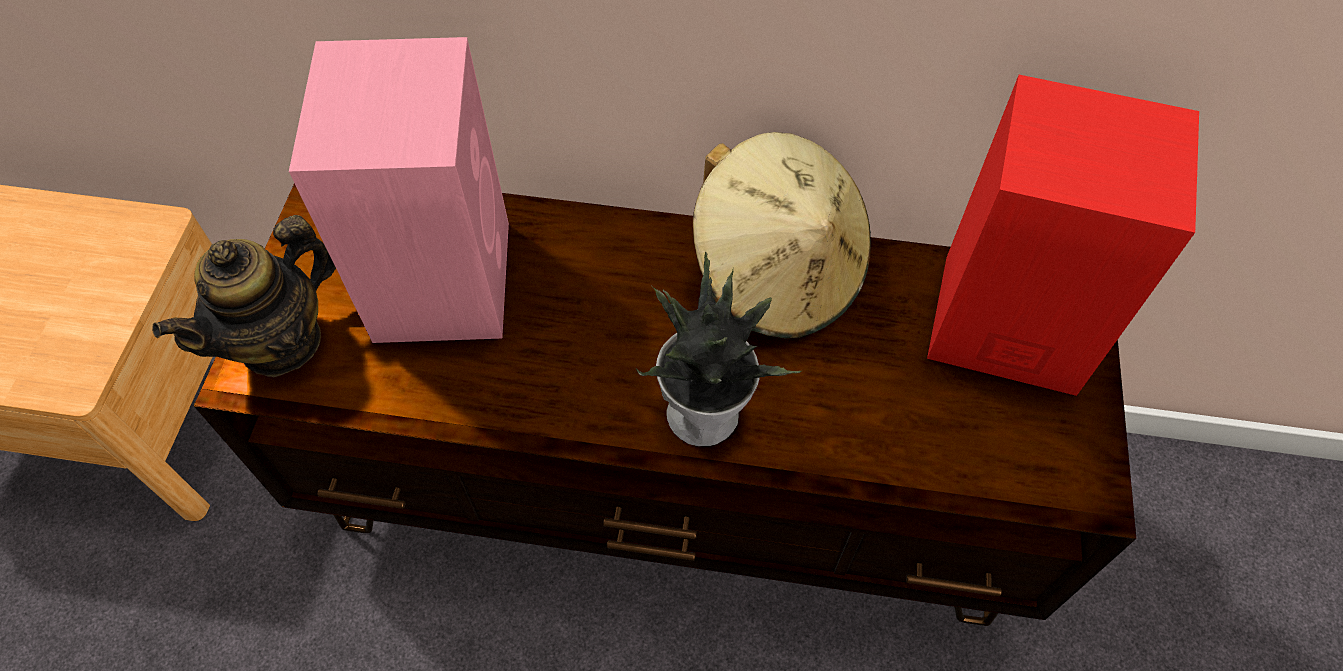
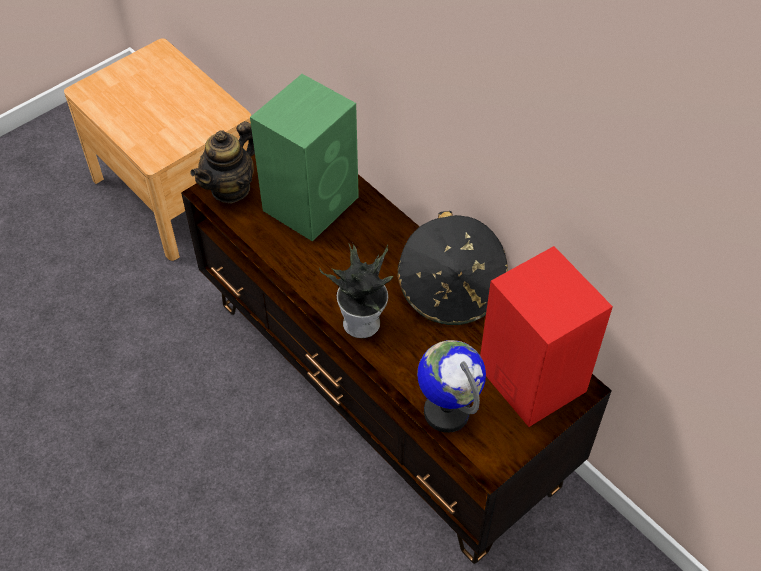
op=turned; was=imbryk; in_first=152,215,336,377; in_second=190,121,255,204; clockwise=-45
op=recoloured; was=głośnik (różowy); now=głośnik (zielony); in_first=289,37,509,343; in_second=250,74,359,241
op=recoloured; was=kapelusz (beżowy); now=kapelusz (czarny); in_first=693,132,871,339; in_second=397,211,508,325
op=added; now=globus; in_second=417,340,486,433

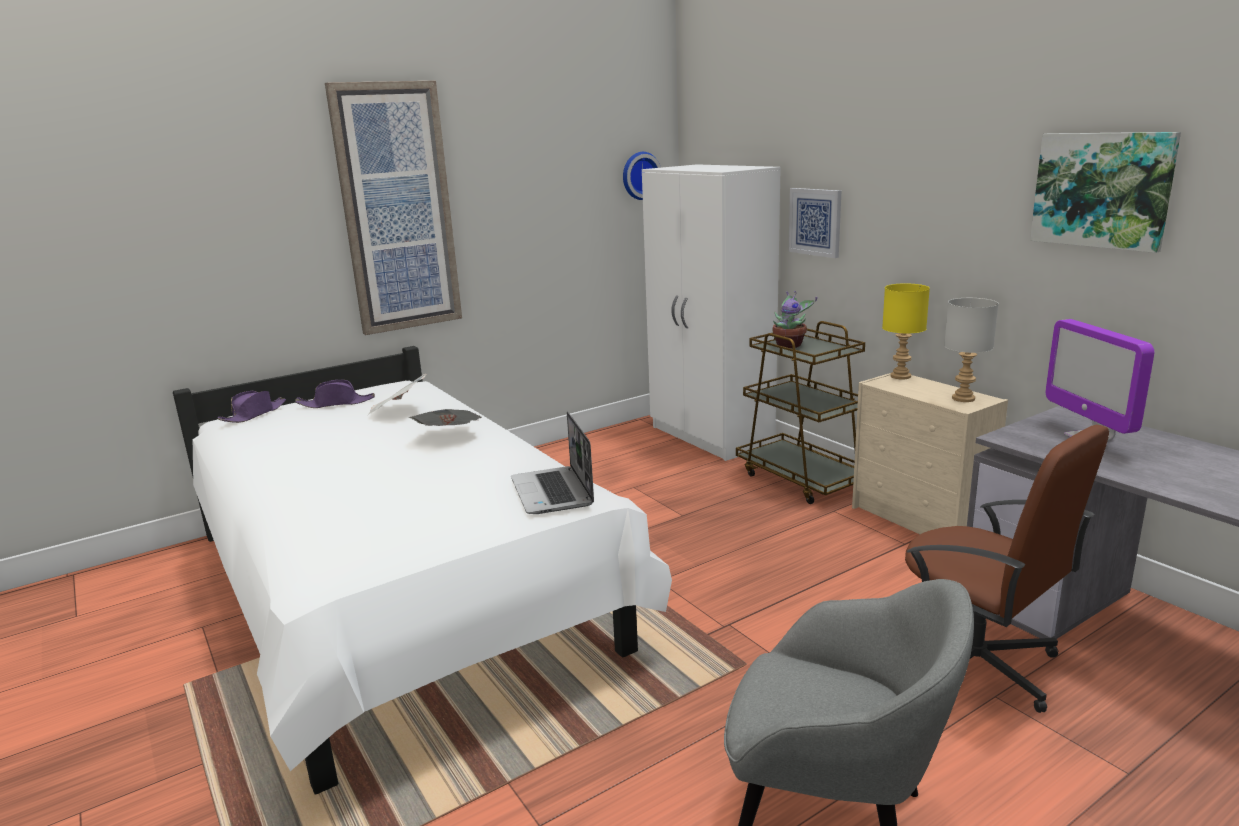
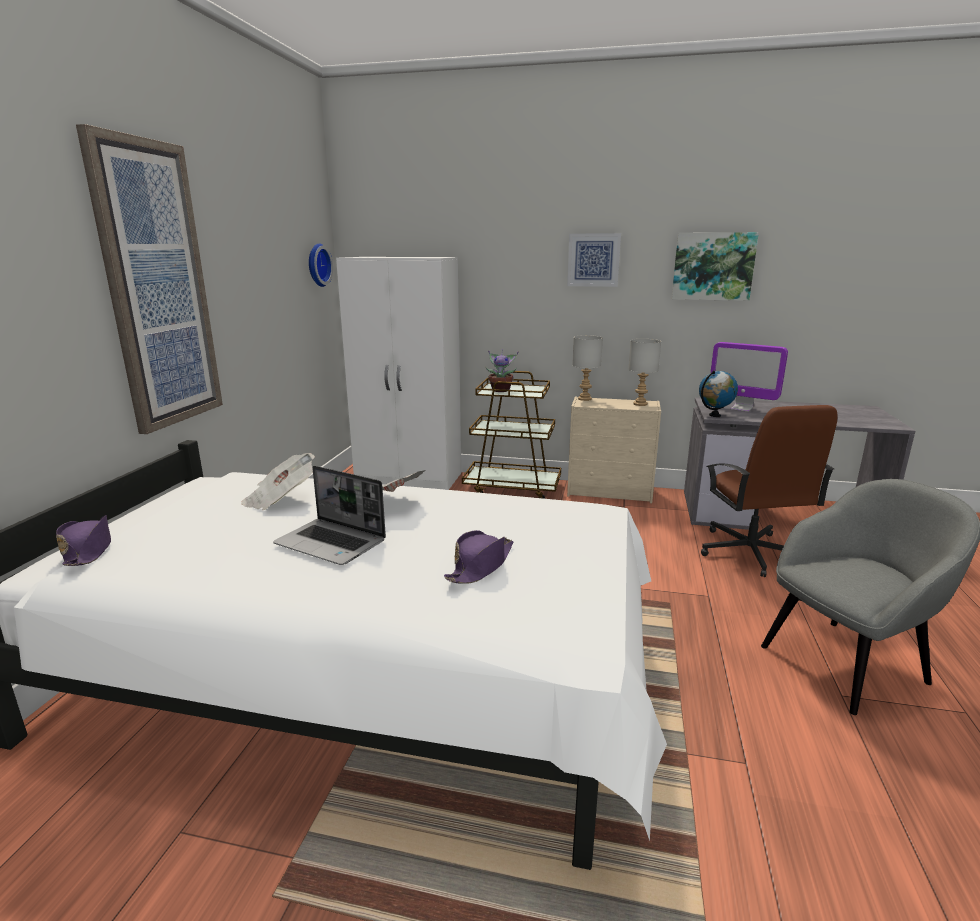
op=moved; was=laptop; in_first=511,411,594,514; in_second=273,466,386,565
op=moved; was=kapelusz (fioletowy); in_first=296,380,375,408; in_second=444,530,513,584
op=moved; was=obraz; in_first=789,188,841,258; in_second=567,233,621,287
op=recoloured; was=lampa stołowa (żółty); now=lampa stołowa (szary); in_first=882,283,930,379; in_second=572,335,603,401
op=added; now=globus; in_second=699,370,738,417
op=turned; was=krzesło biurowe (brązowy); in_first=905,424,1109,713; in_second=701,405,838,577; clockwise=75

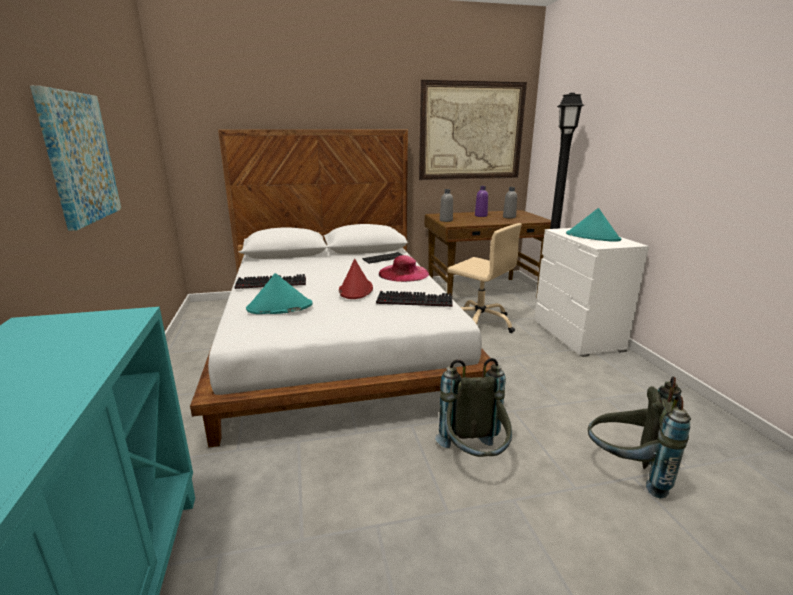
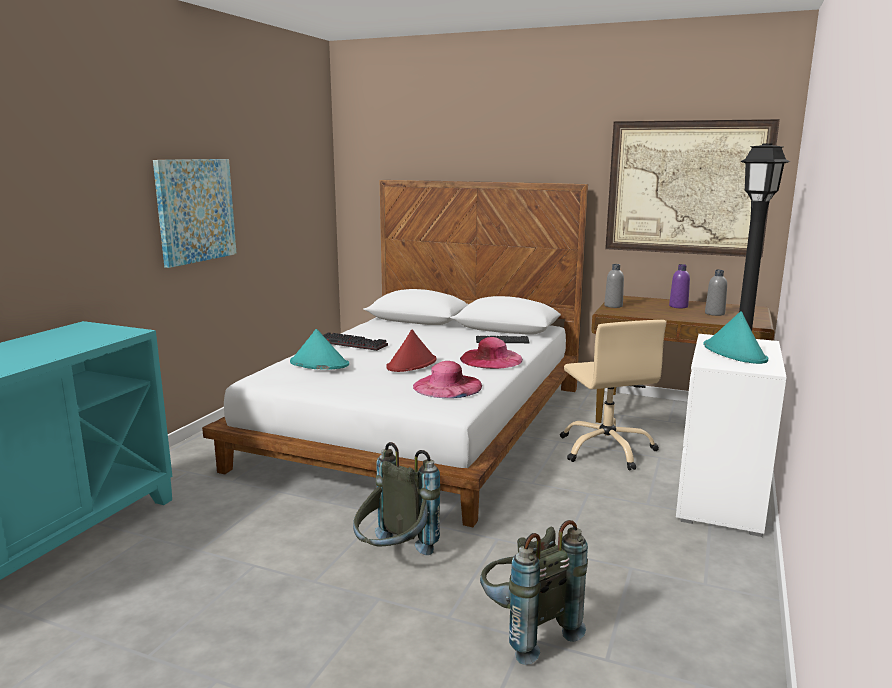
op=replaced; was=klawiatura; now=kapelusz (różowy); in_first=376,291,452,307; in_second=413,361,482,398

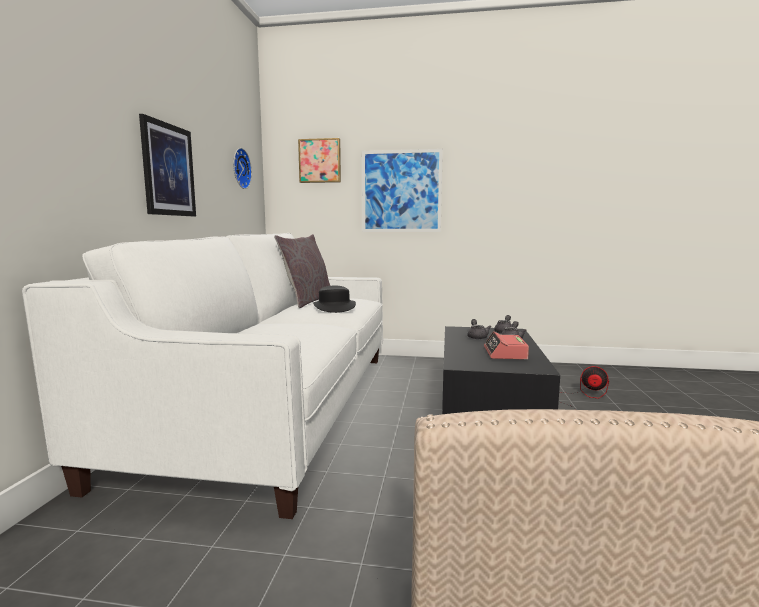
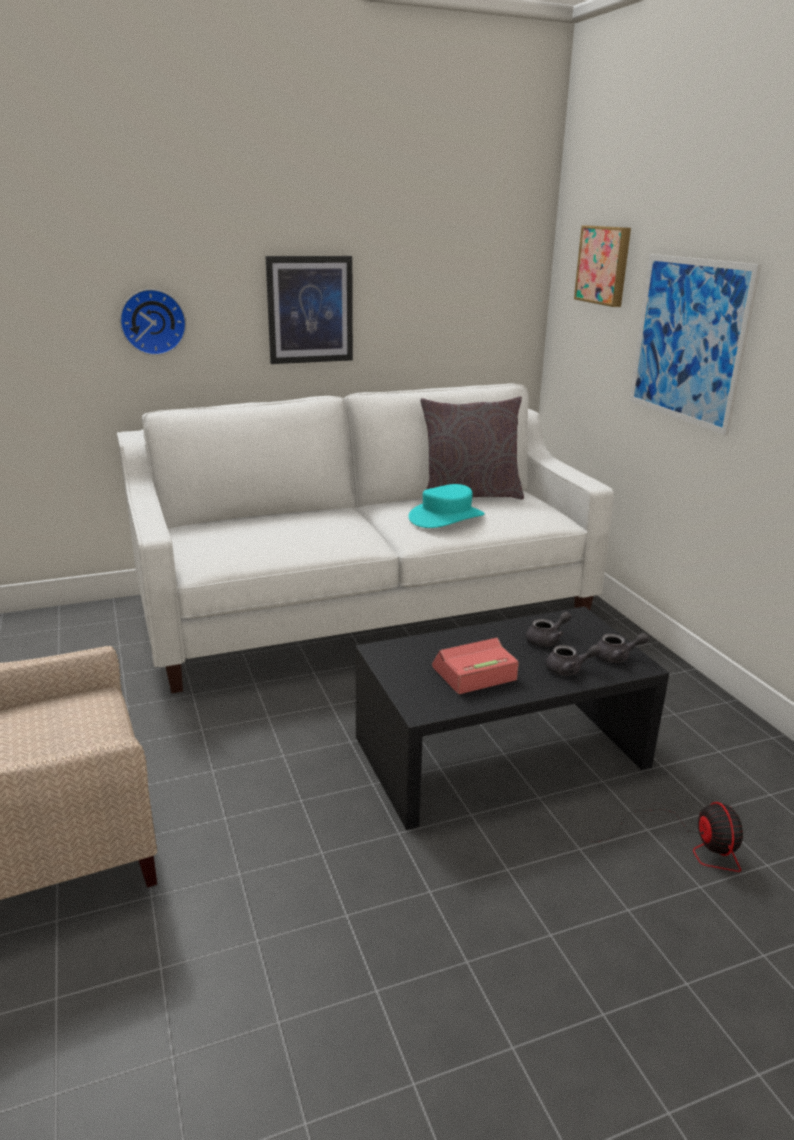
op=moved; was=zegar ścienny; in_first=233,148,252,189; in_second=120,289,186,355
op=recoloured; was=kapelusz (czarny); now=kapelusz (turkusowy); in_first=313,286,356,313; in_second=409,484,485,528

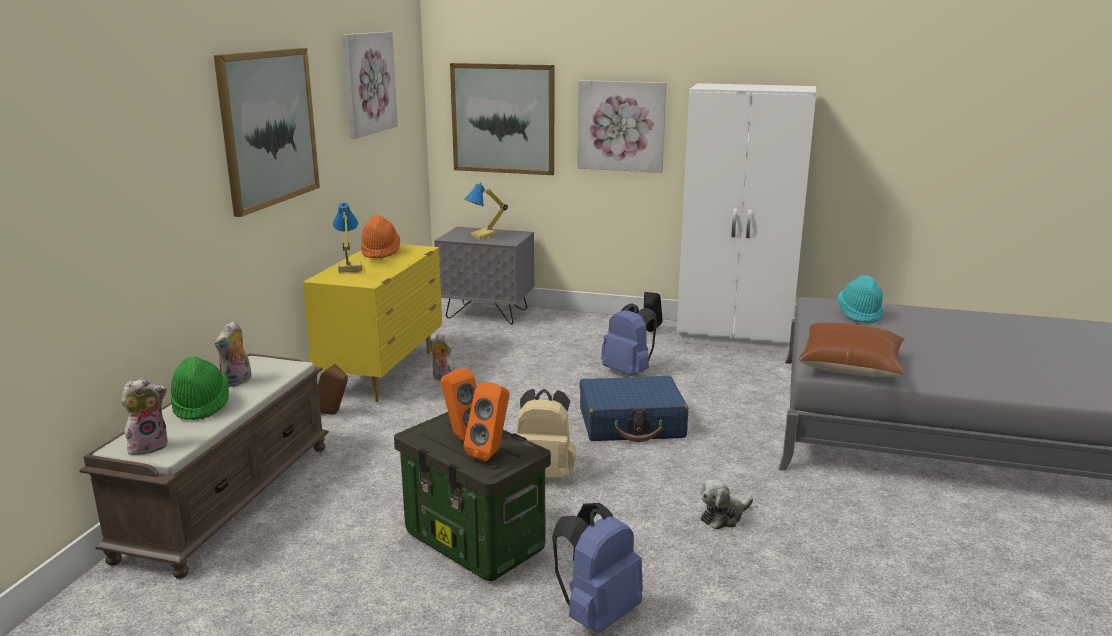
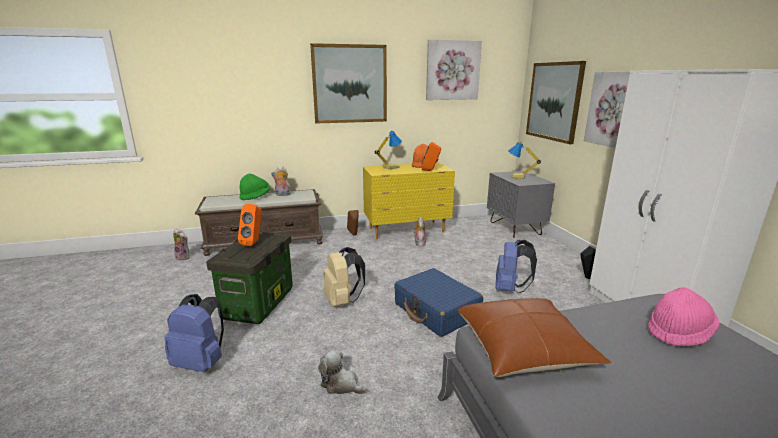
op=moved; was=pluszak; in_first=121,378,168,455; in_second=173,229,190,261
op=moved; was=głośnik (pomarańczowy); in_first=464,382,509,461; in_second=420,142,441,171
op=recoloured; was=kapelusz (turkusowy); now=kapelusz (różowy); in_first=838,275,884,323; in_second=648,287,720,346

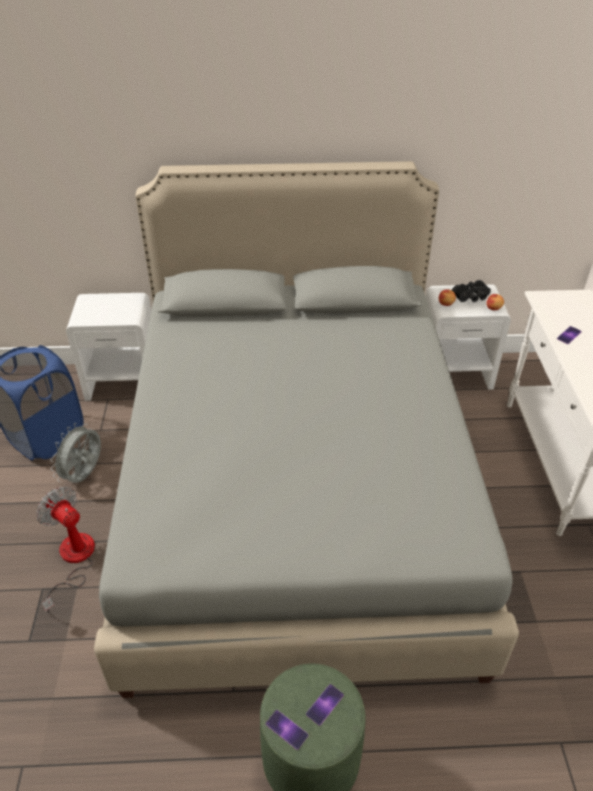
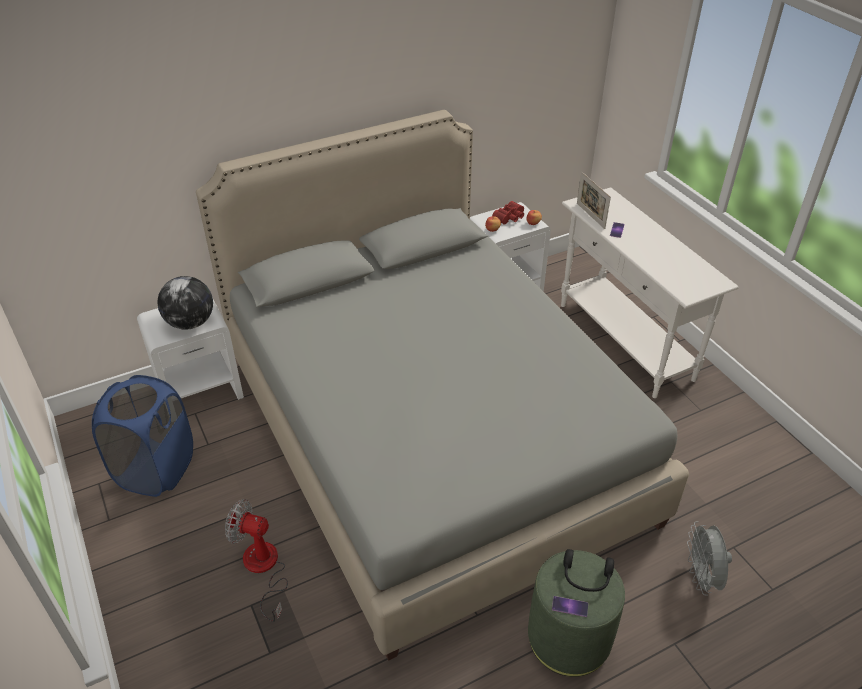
op=added; now=globus; in_second=157,276,213,330
op=recoloured; was=lornetka (czarny); now=lornetka (czerwony); in_first=452,280,491,302; in_second=492,201,524,225
op=replaced; was=telefon; now=słuchawki (czarny); in_first=306,684,344,726; in_second=563,549,614,592
op=added; now=ramka na zdjęcie; in_second=577,172,611,229
op=moved; was=wentylator (szary); in_first=50,423,101,483; in_second=687,522,732,596

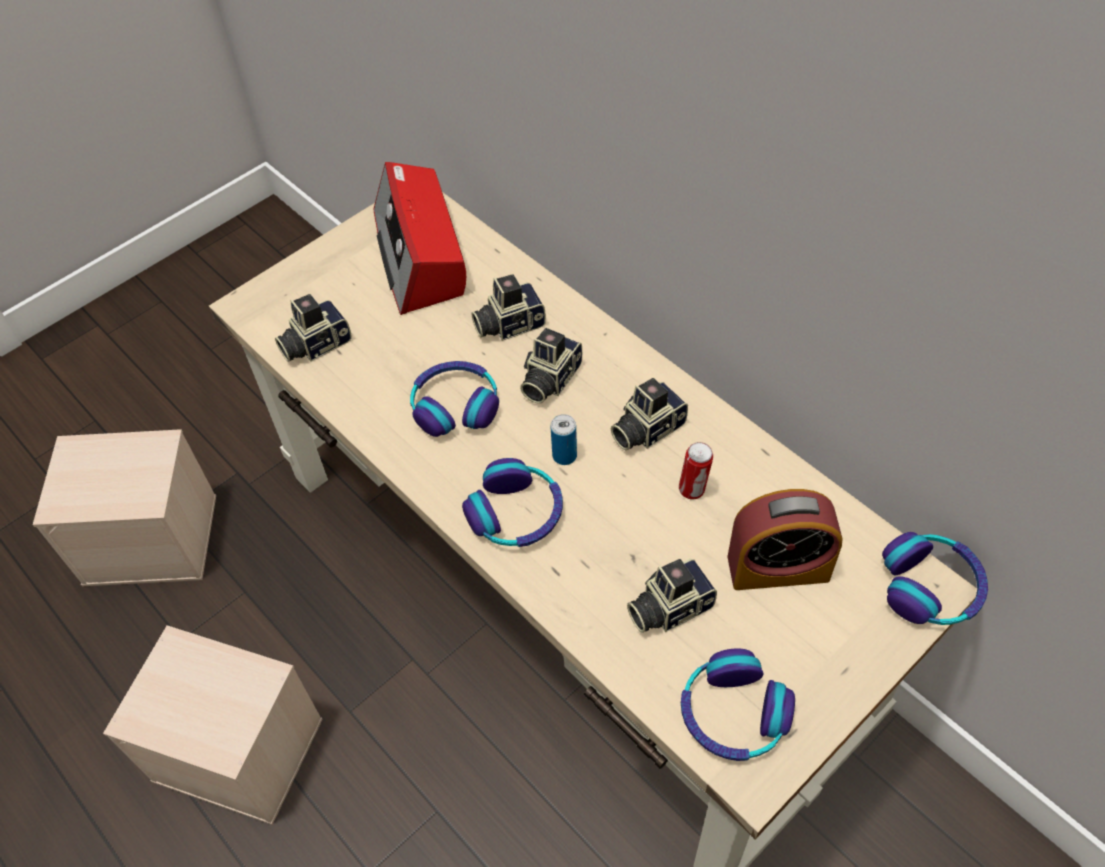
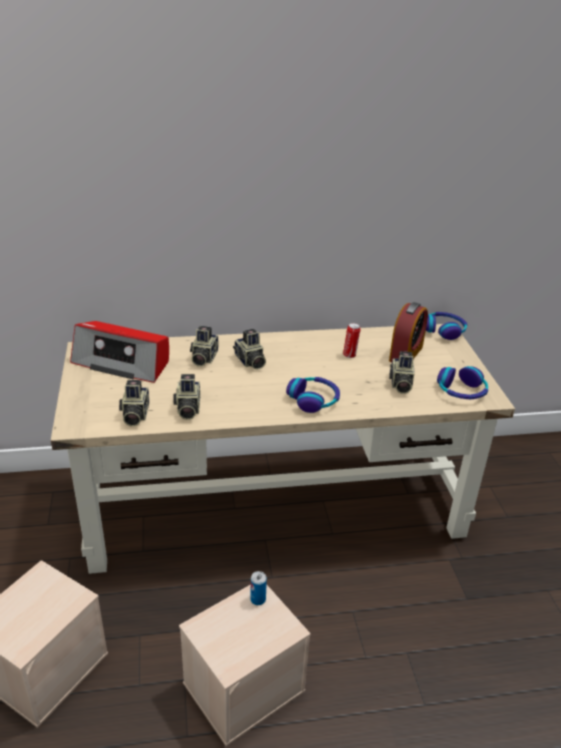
op=moved; was=aparat fotograficzny; in_first=611,378,688,450; in_second=173,374,201,420
op=moved; was=puszka; in_first=550,414,577,465; in_second=250,571,267,605
op=removed; was=słuchawki; in_first=410,361,499,437

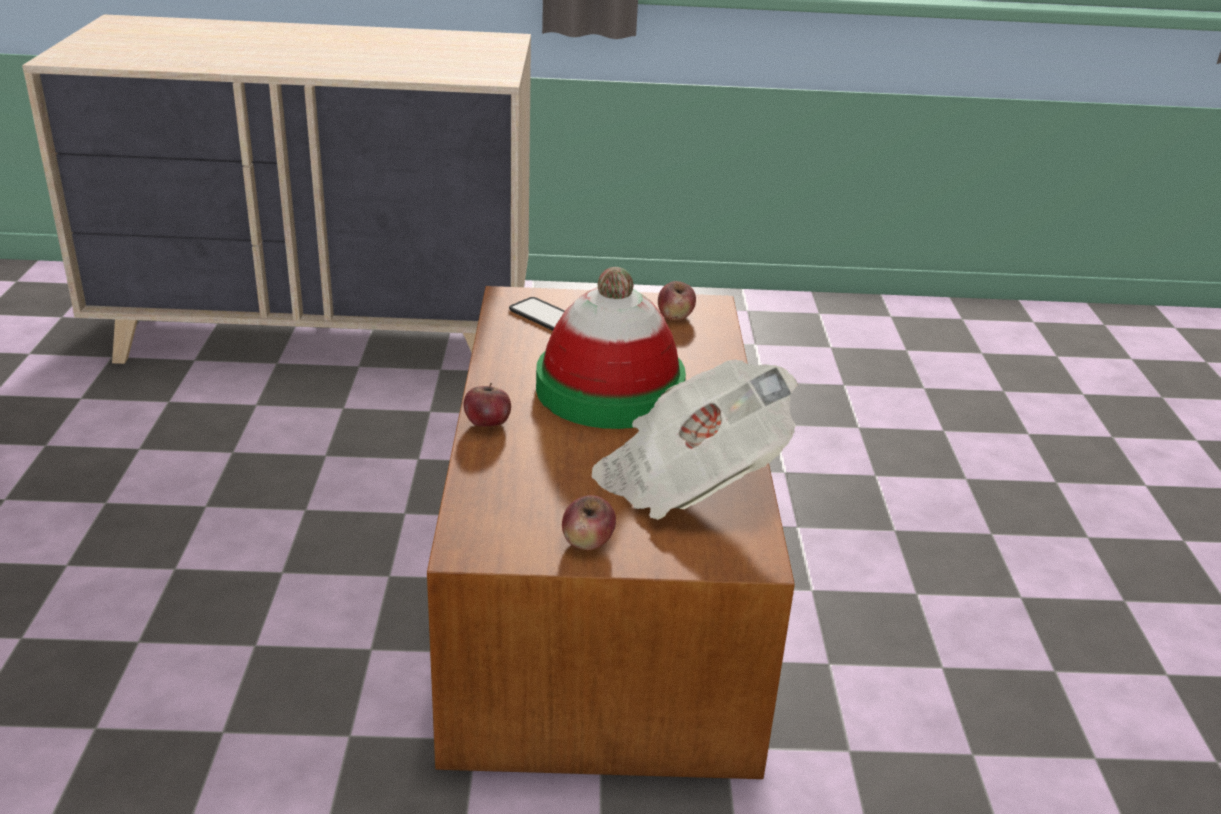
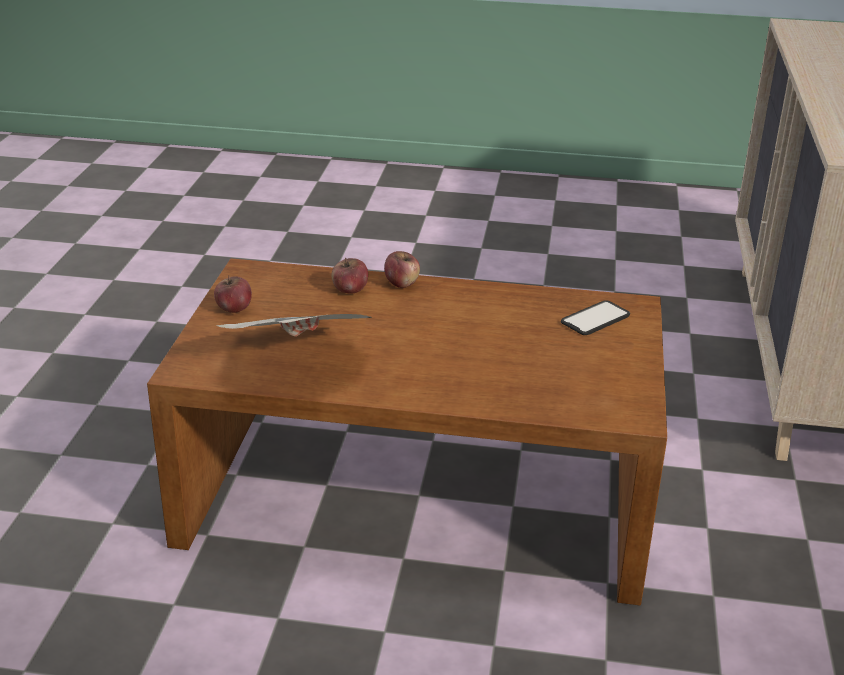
op=moved; was=jabłko; in_first=658,281,696,320; in_second=331,258,368,293
op=removed; was=kapelusz; in_first=536,267,686,429

